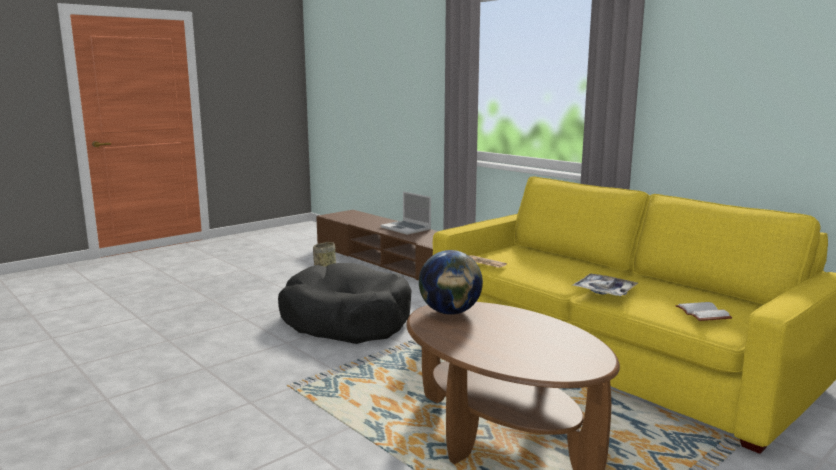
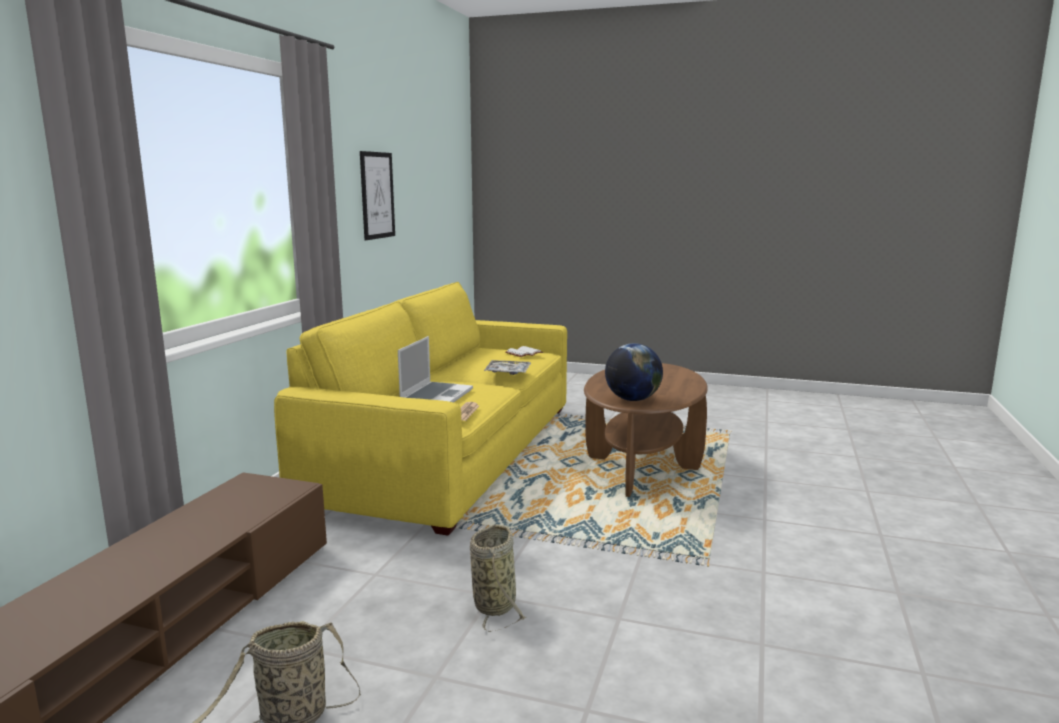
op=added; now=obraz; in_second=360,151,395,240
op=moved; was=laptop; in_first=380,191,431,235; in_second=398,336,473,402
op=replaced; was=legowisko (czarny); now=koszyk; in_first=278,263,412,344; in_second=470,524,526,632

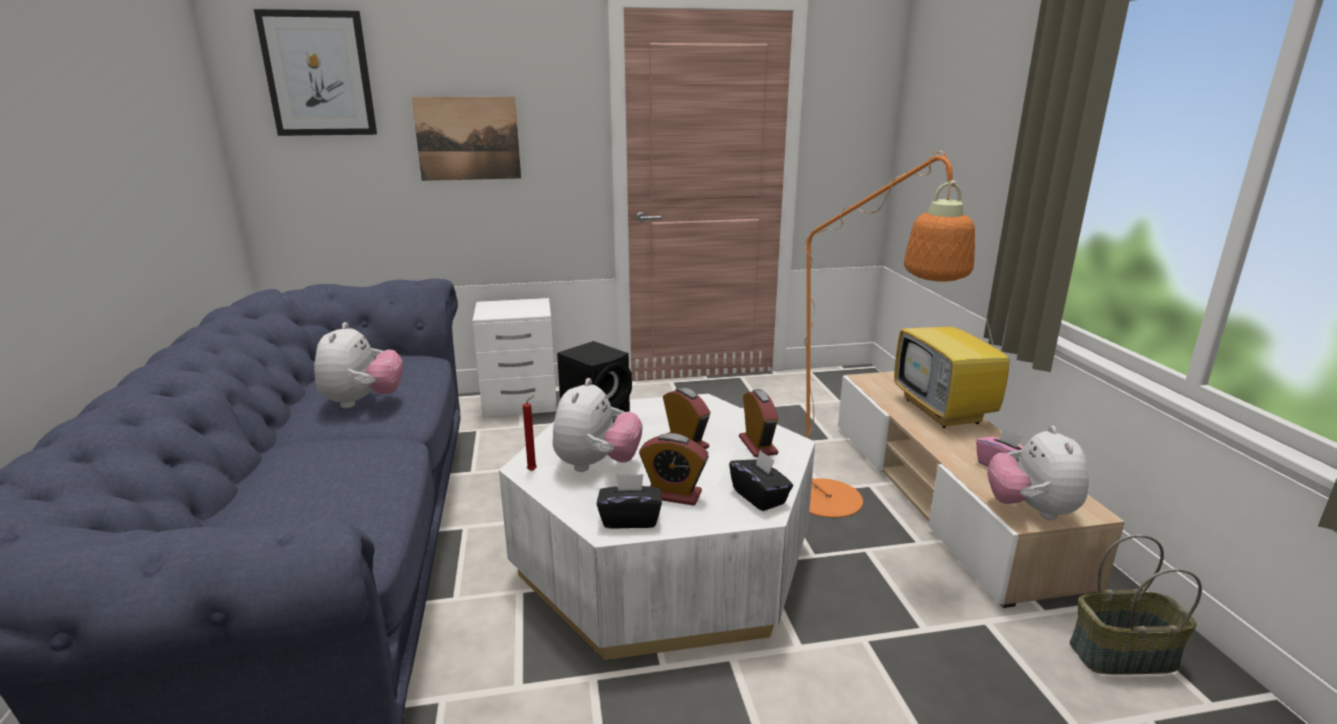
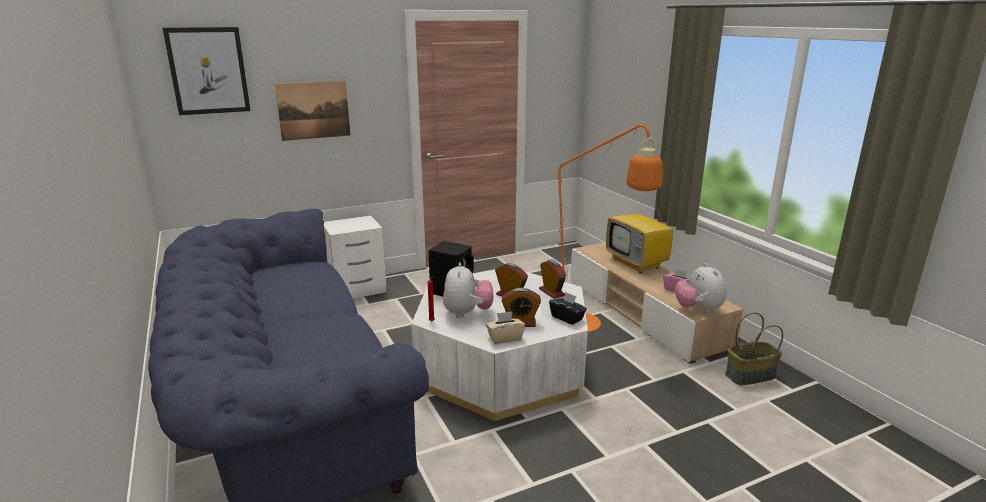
op=recoloured; was=pudełko chusteczek (czarny); now=pudełko chusteczek (beżowy); in_first=597,474,662,529; in_second=486,311,525,344
op=removed; was=pluszak; in_first=314,322,403,409

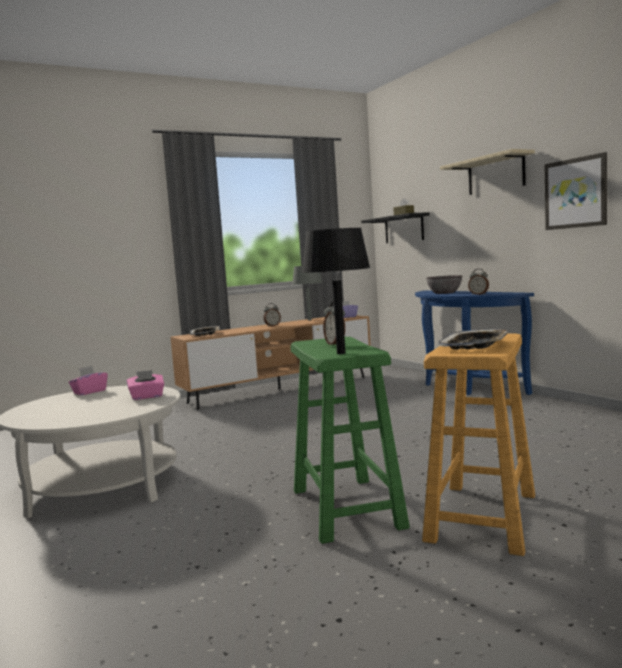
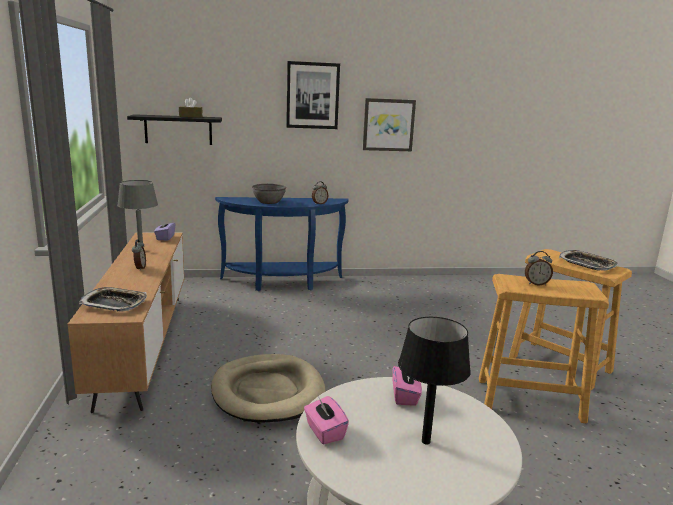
op=added; now=legowisko (beżowy); in_second=211,354,325,423
op=replaced; was=półka (beżowy); now=obraz; in_first=440,149,535,195; in_second=286,61,340,129
op=moved; was=lampa stołowa (czarny); in_first=302,228,370,354; in_second=398,317,471,444
op=recoloured; was=stołek (zielony); now=stołek (beżowy); in_first=290,337,410,544; in_second=479,274,609,424

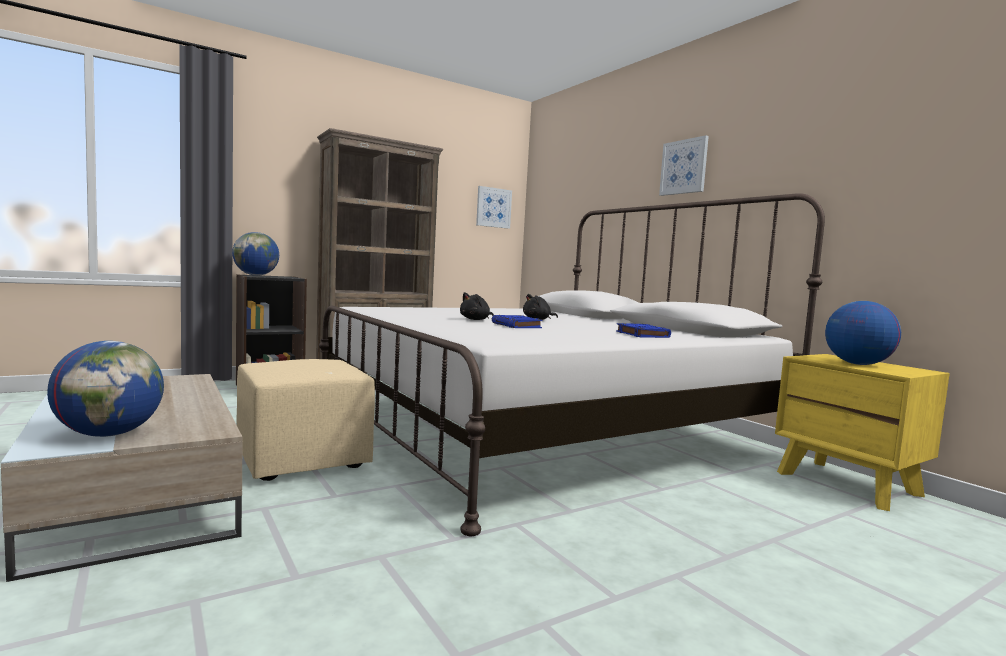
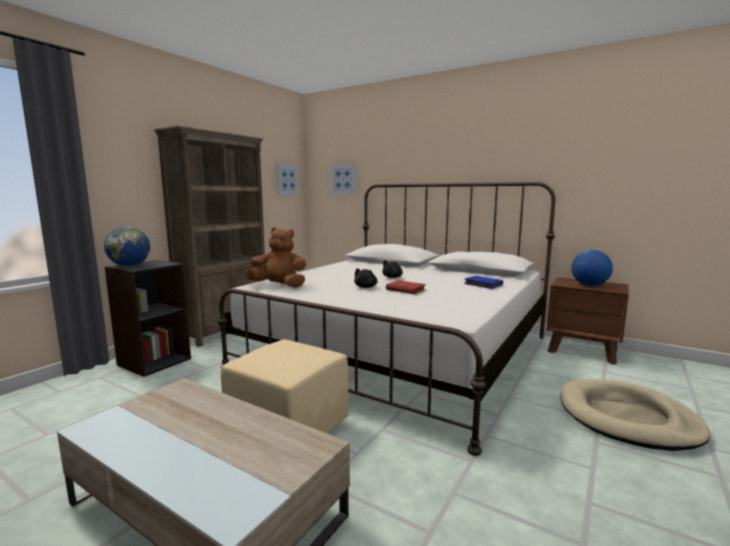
op=added; now=pluszak (brązowy); in_second=245,227,306,288
op=moved; was=obraz; in_first=659,135,709,196; in_second=330,163,356,194
op=recoloured; was=książka (niebieski); now=książka (czerwony); in_first=492,315,543,328; in_second=386,280,426,294
op=recoloured; was=szafka nocna (żółty); now=szafka nocna (brązowy); in_first=775,354,950,511; in_second=547,277,629,364
op=added; now=legowisko (beżowy); in_second=560,379,710,451
op=removed; was=globus; in_first=47,341,164,437

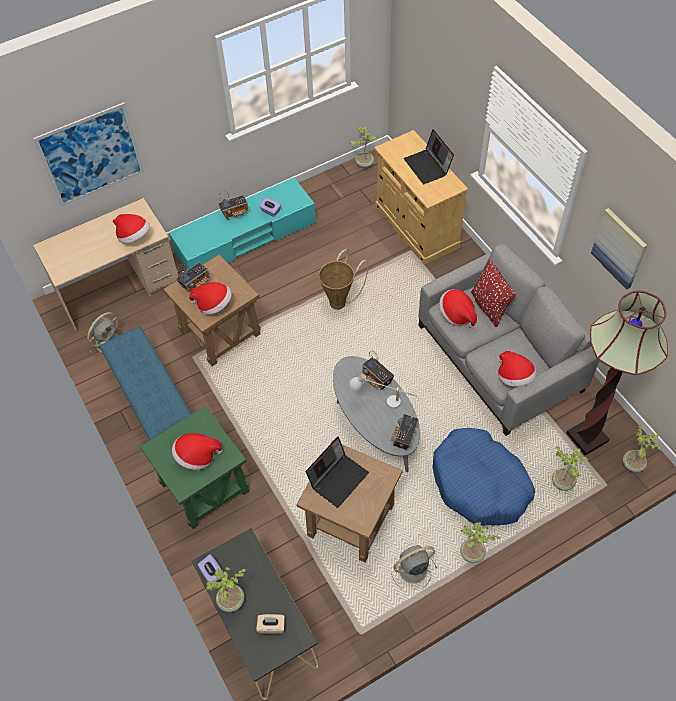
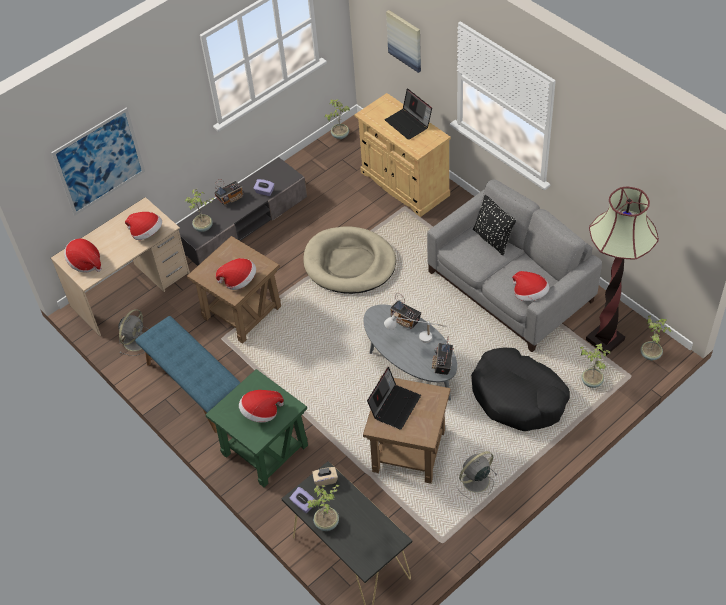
op=moved; was=kapelusz; in_first=439,289,477,328; in_second=64,239,102,273
op=recoloured; was=szafka pod telewizor (turkusowy); now=szafka pod telewizor (szary); in_first=169,177,316,271; in_second=176,157,307,266
op=moved; was=roślina doniczkowa; in_first=460,522,499,563; in_second=185,189,215,232
op=replaced; was=koszyk; now=legowisko (beżowy); in_first=319,249,368,310; in_second=303,226,396,294
op=moved; was=pudełko chusteczek (beżowy); in_first=256,614,285,634; in_second=312,467,338,486
op=moved; was=obraz; in_first=591,208,647,290; in_second=386,10,421,73
op=recoloured; was=legowisko (niebieski); now=legowisko (czarny); in_first=433,428,535,526; in_second=471,348,570,431
op=recoloured; was=poduszka (czerwony); now=poduszka (czarny); in_first=471,259,516,327; in_second=473,195,516,255
op=removed; was=radio; in_first=176,263,210,293

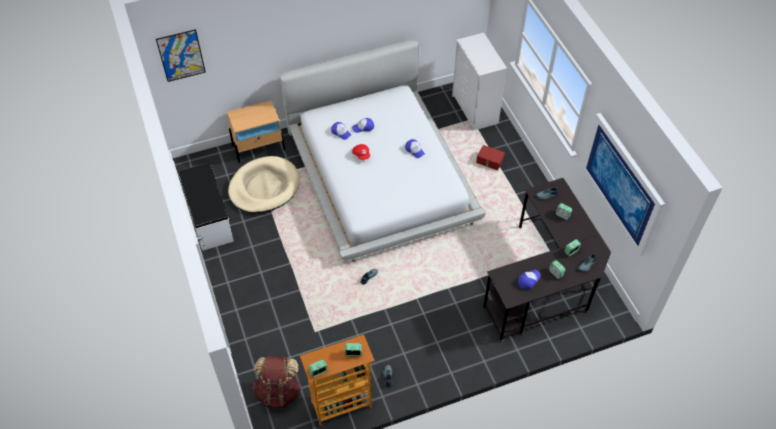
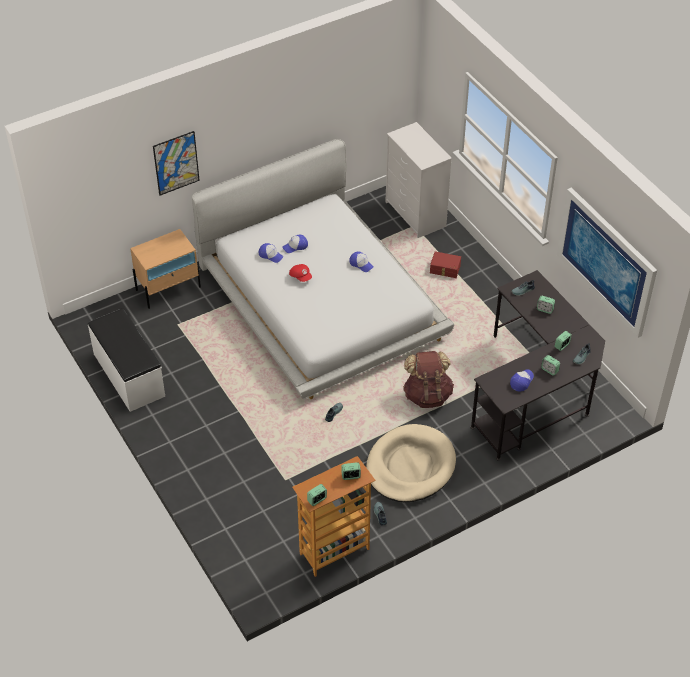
op=moved; was=obraz; in_first=156,29,206,82; in_second=153,131,200,195
op=moved; was=legowisko (beżowy); in_first=228,156,300,213; in_second=366,424,456,502
op=moved; was=plecak (brązowy); in_first=253,356,301,408; in_second=403,351,454,408

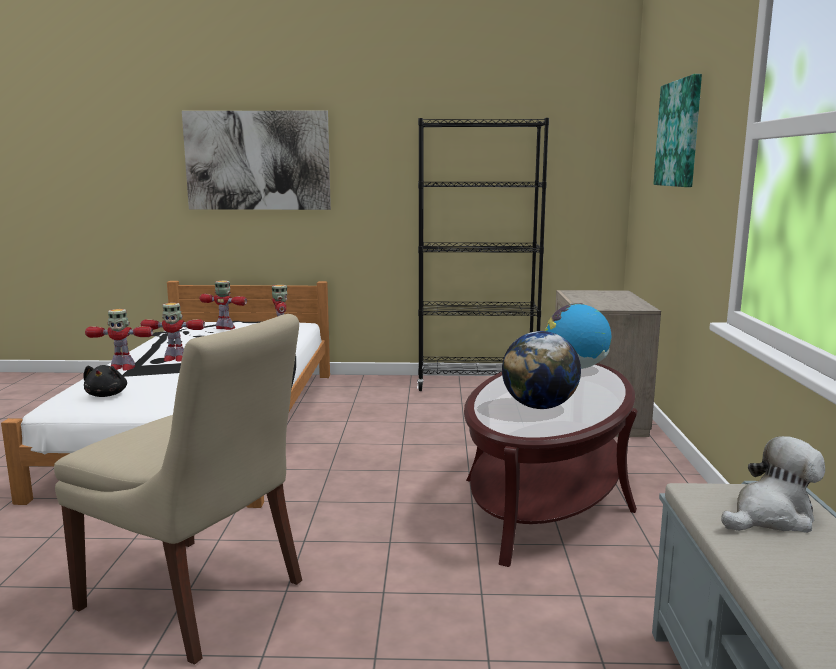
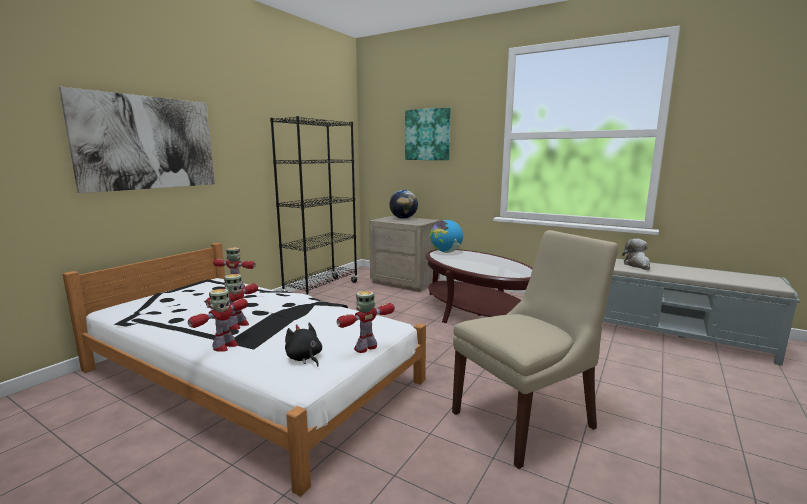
op=turned; was=pluszak (czarny); in_first=83,365,127,397; in_second=285,323,322,367; clockwise=-150
op=moved; was=robot zabawkowy; in_first=199,281,247,330; in_second=337,290,395,353
op=moved; was=globus; in_first=502,331,581,409; in_second=389,190,418,219

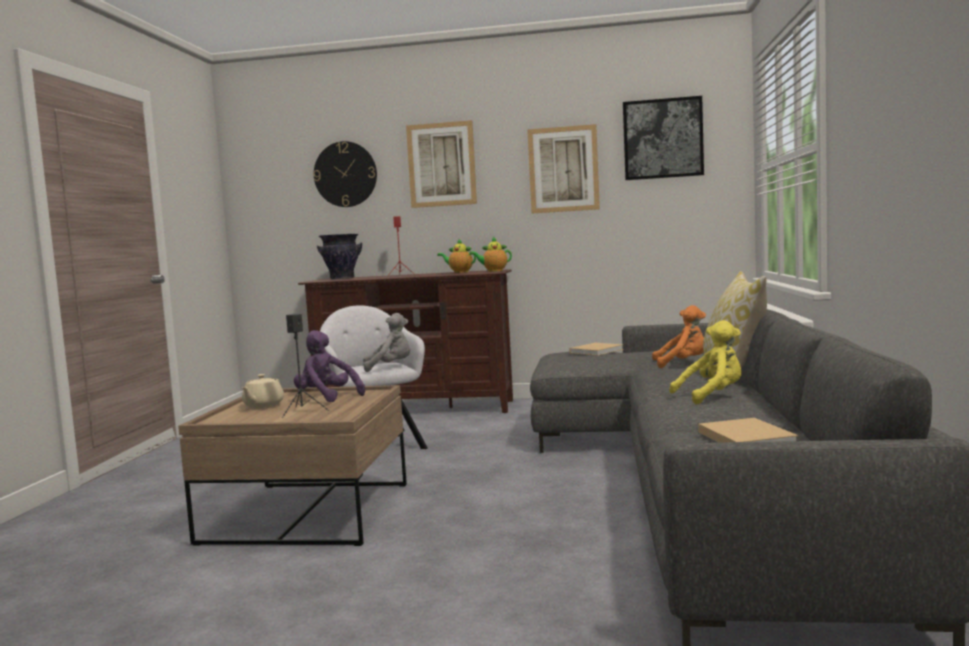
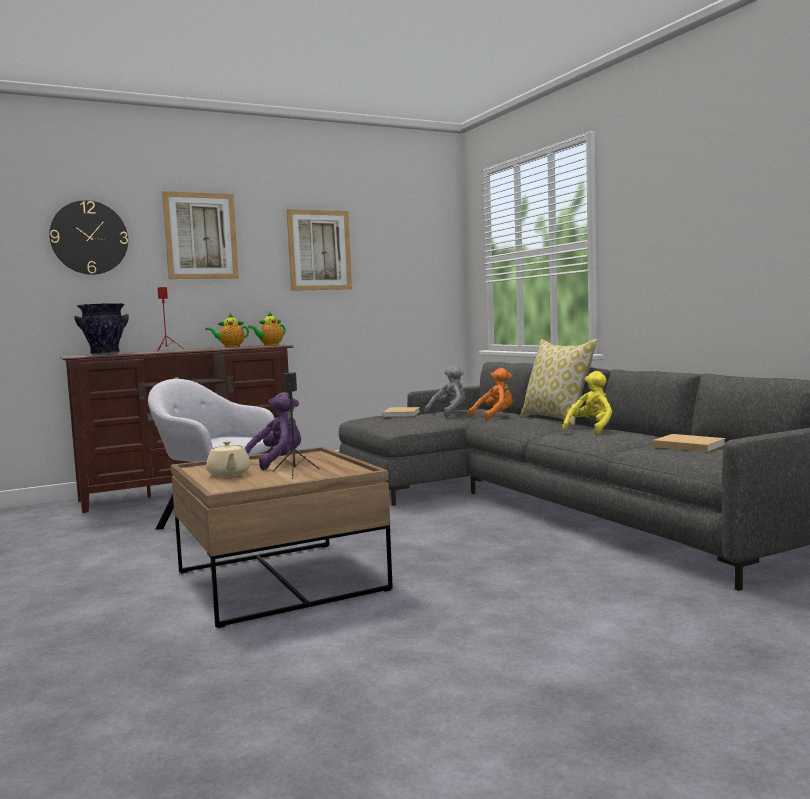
op=turned; was=pluszak (fioletowy); in_first=294,330,365,402; in_second=245,392,301,470; clockwise=135
op=moved; was=pluszak (szary); in_first=363,313,410,372; in_second=424,366,465,417
op=removed; was=obraz; in_first=623,96,704,180

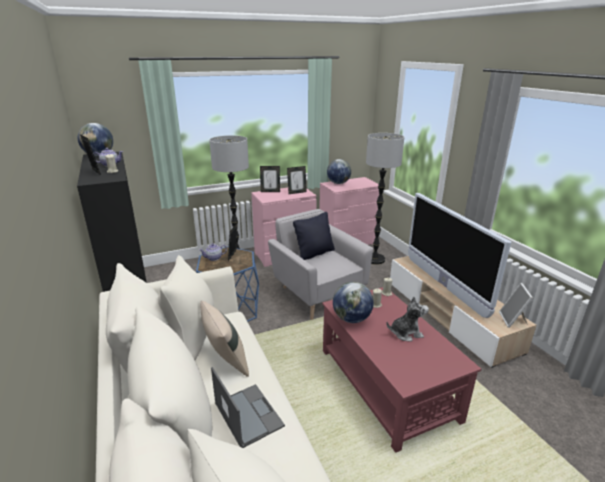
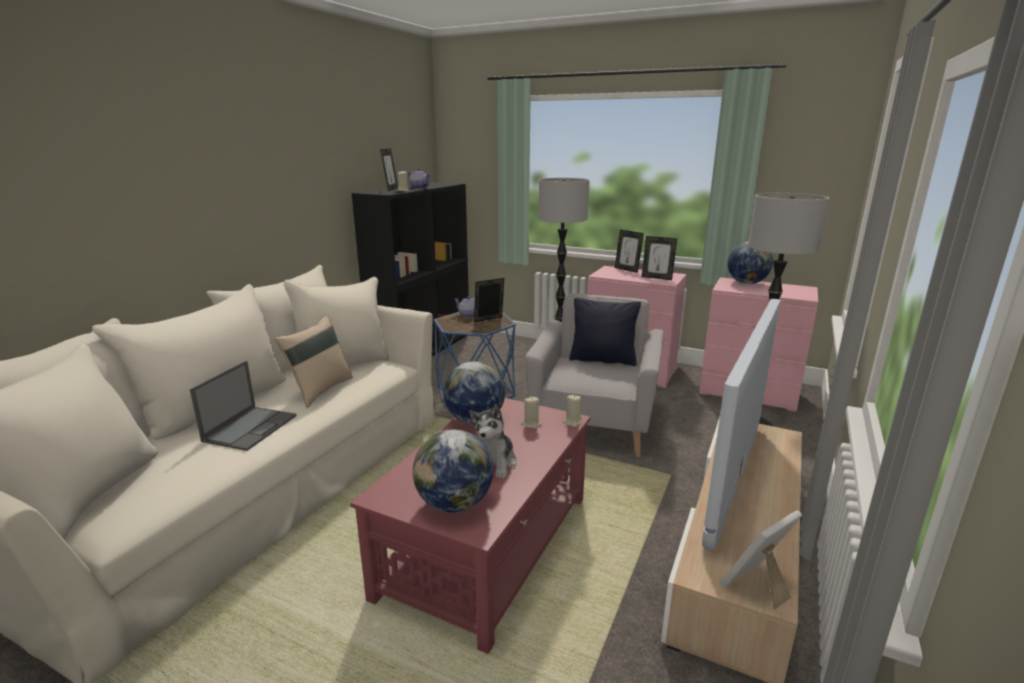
op=moved; was=globus; in_first=78,123,113,156; in_second=413,429,493,512
op=turned; was=pluszak; in_first=386,296,429,342; in_second=469,404,517,479; clockwise=60

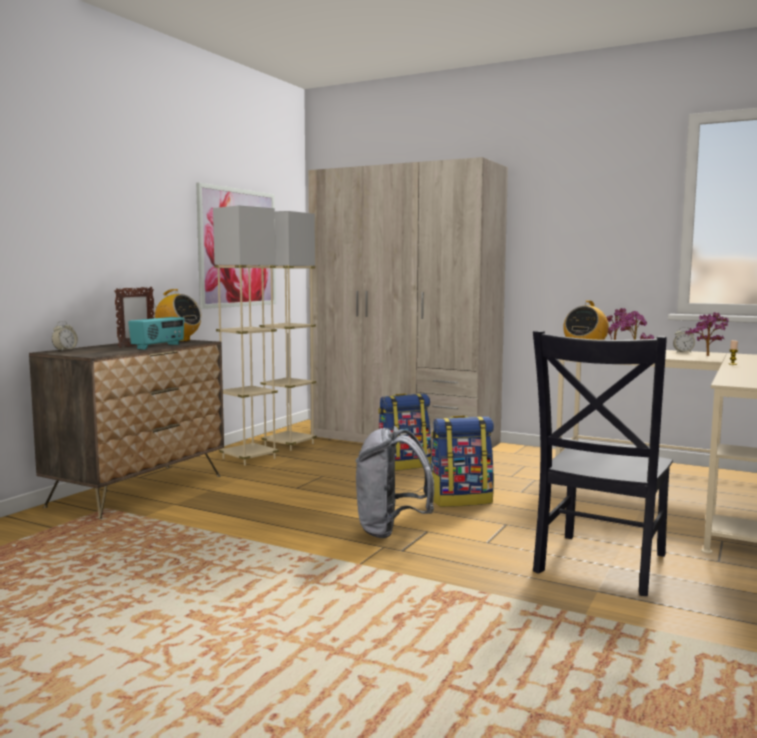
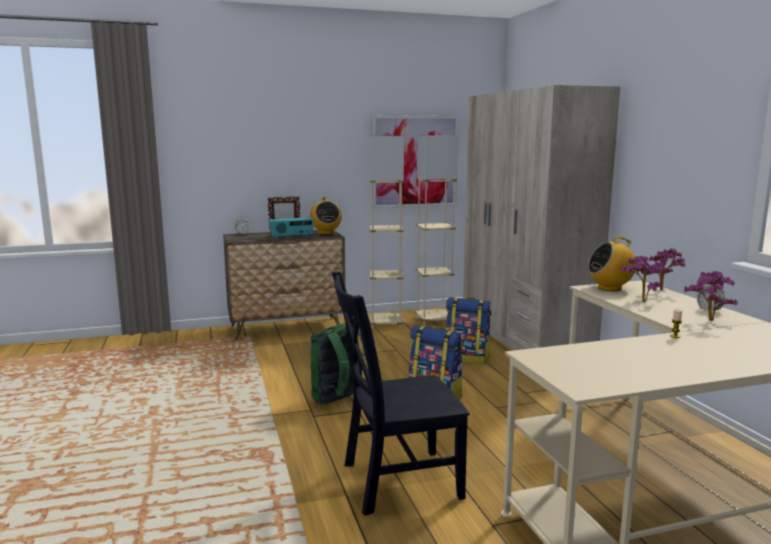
op=recoloured; was=plecak (szary); now=plecak (zielony); in_first=356,426,434,538; in_second=311,323,367,404

